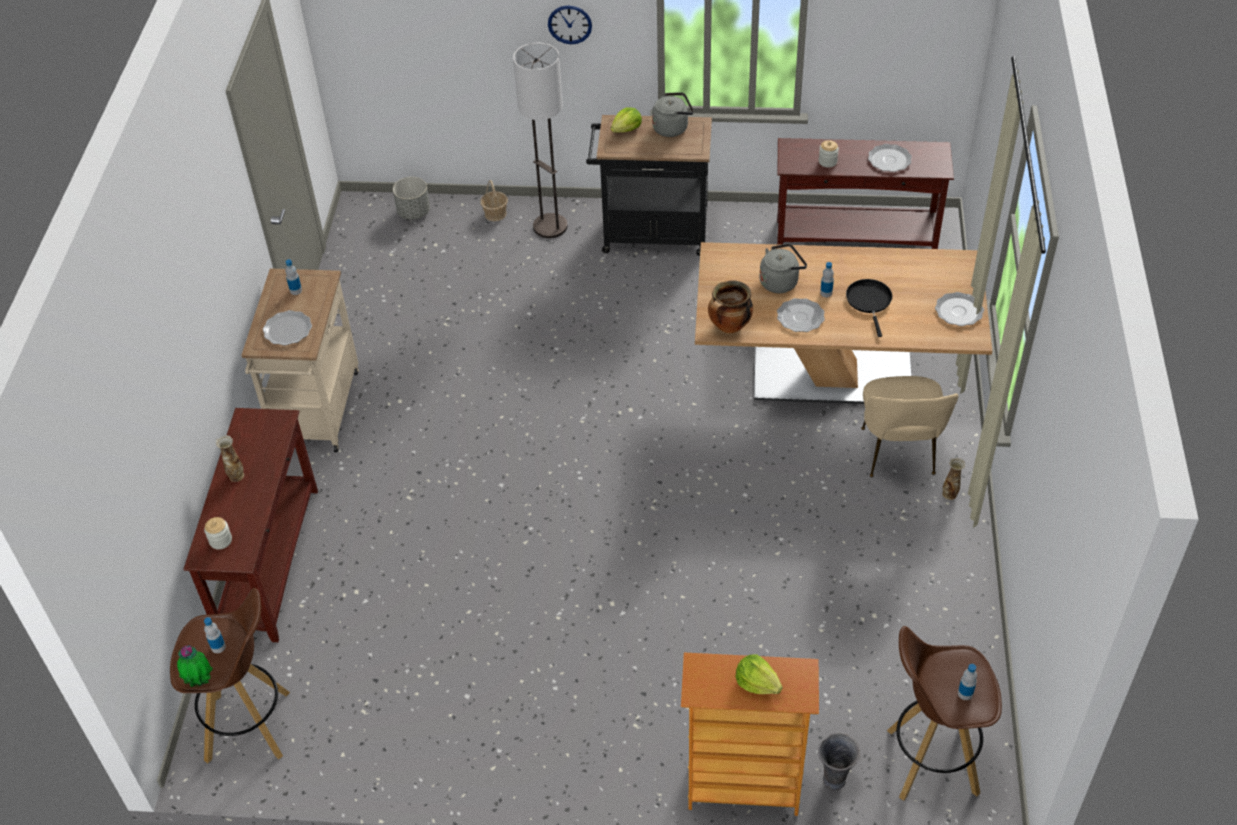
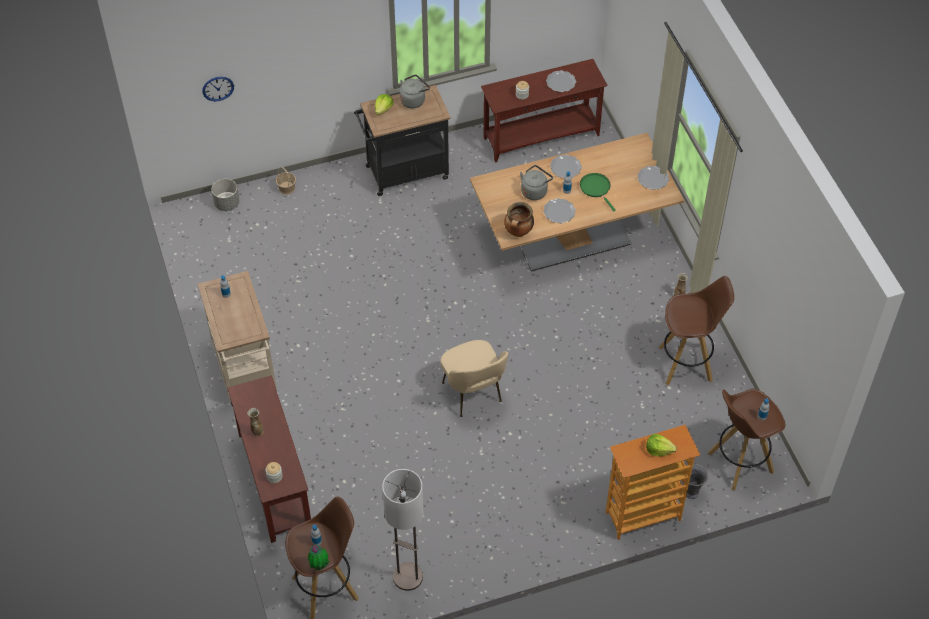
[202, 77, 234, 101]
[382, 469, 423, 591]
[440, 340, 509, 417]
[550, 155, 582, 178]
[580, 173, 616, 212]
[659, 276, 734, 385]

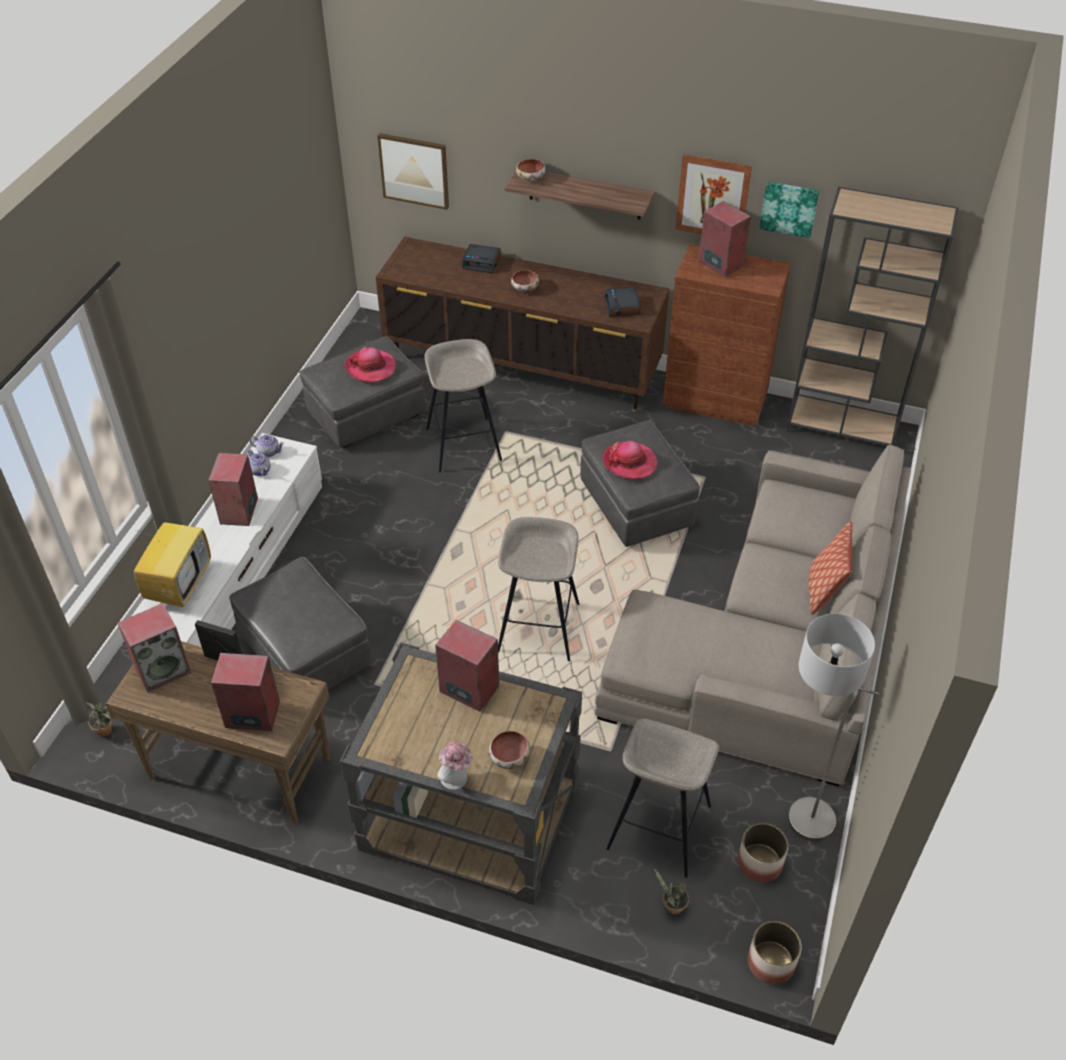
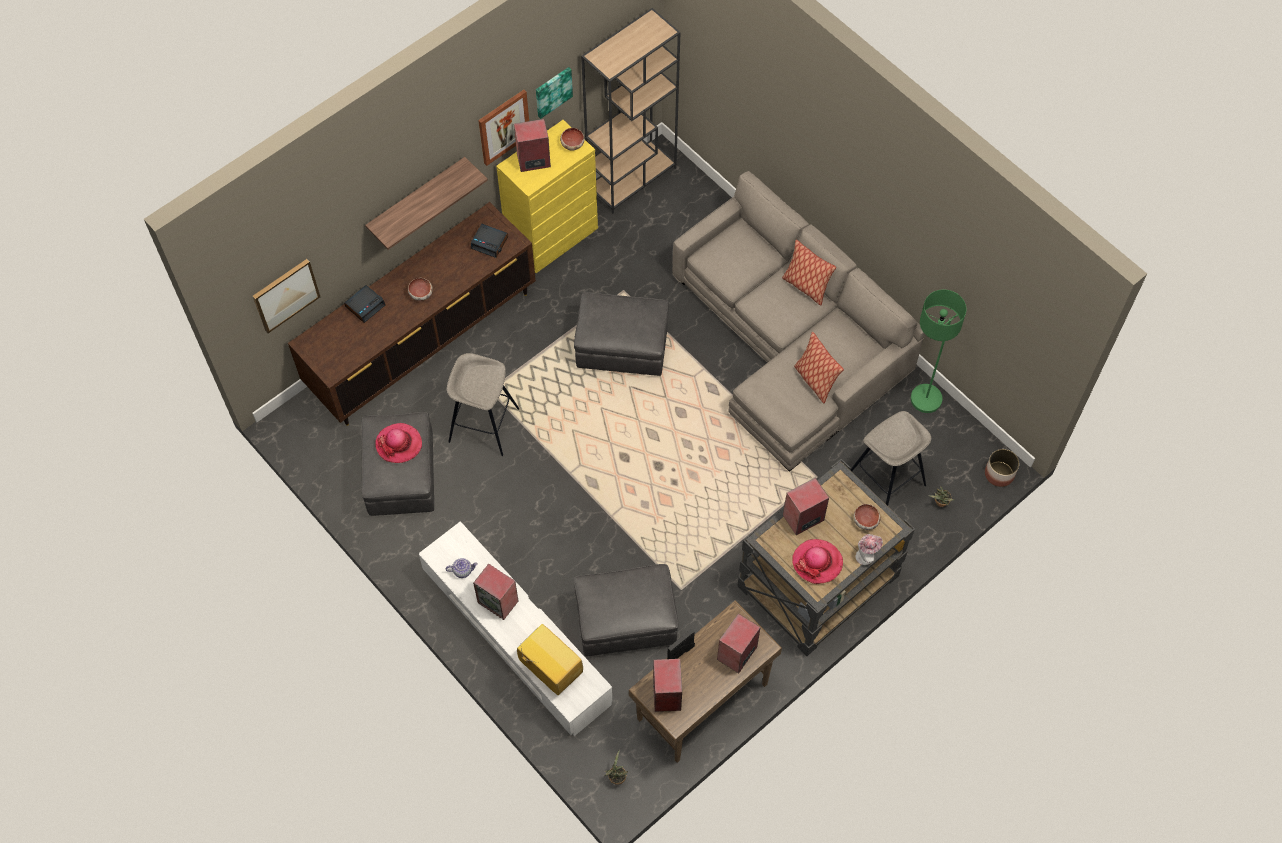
[496, 120, 598, 273]
[560, 128, 585, 151]
[792, 539, 843, 584]
[794, 332, 844, 403]
[911, 290, 966, 413]
[250, 434, 284, 457] (first image)
[498, 517, 579, 661] (first image)
[738, 823, 788, 883] (first image)

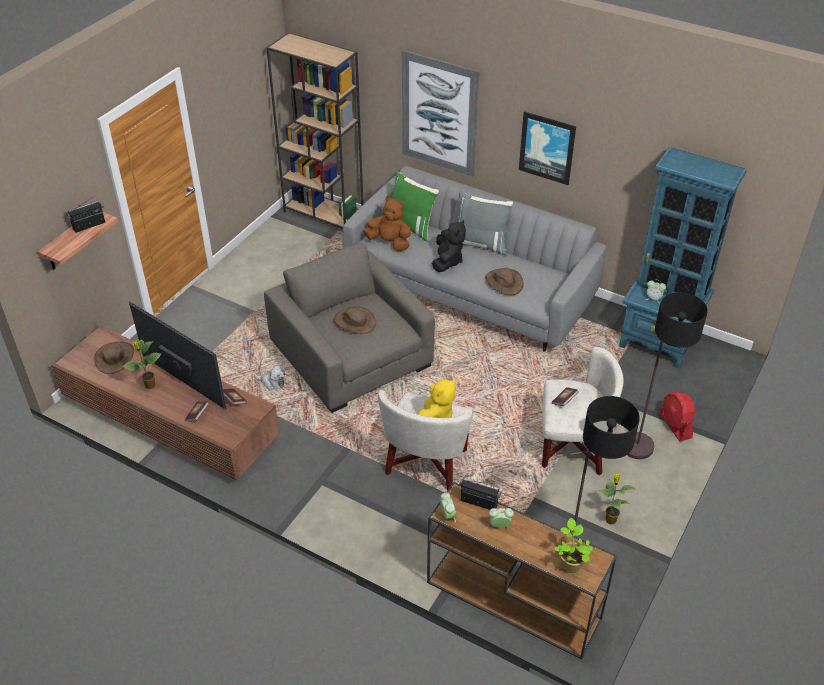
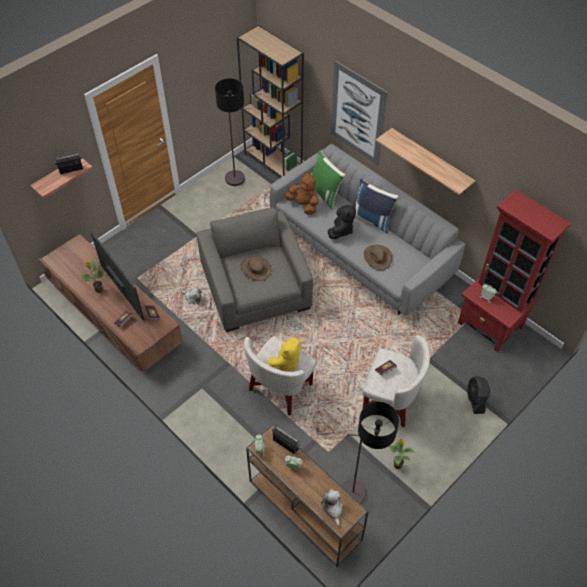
[215, 78, 245, 186]
[321, 489, 343, 527]
[355, 179, 399, 234]
[375, 128, 475, 195]
[458, 189, 571, 352]
[467, 376, 490, 414]
[94, 342, 134, 374] (first image)

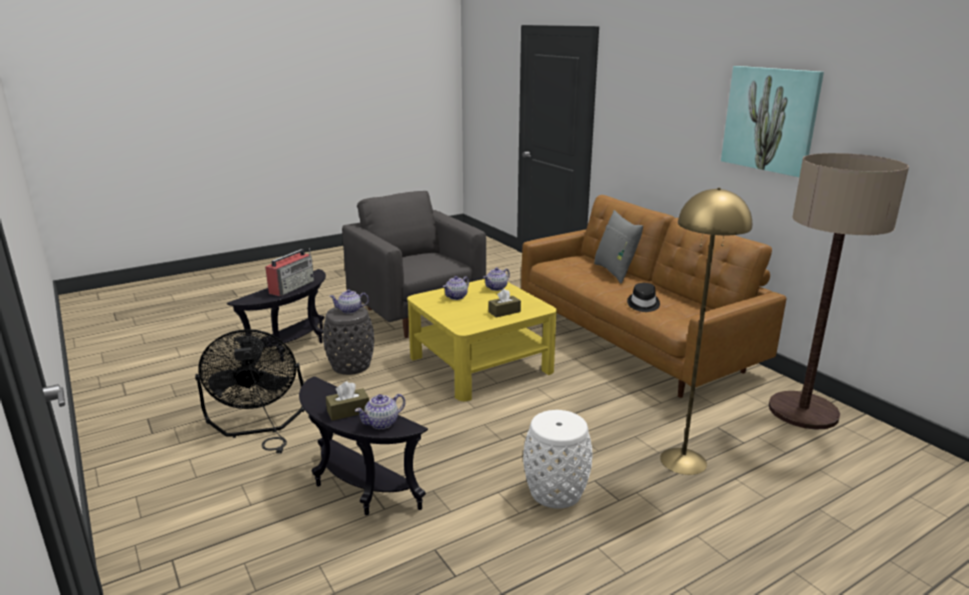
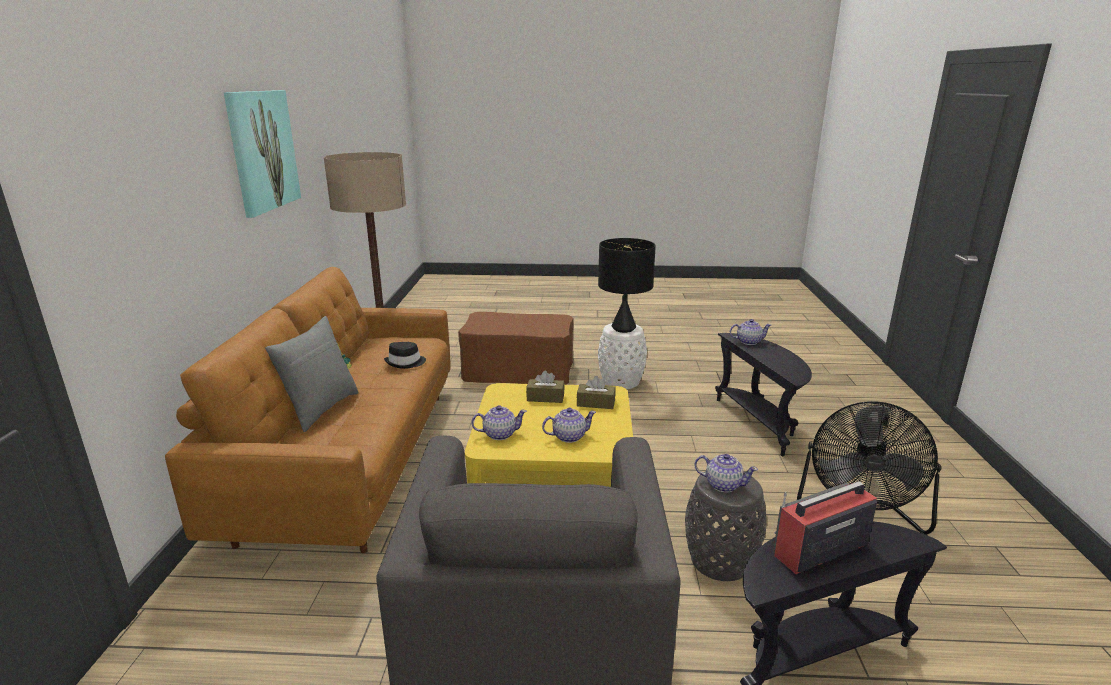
[458, 312, 574, 385]
[577, 376, 616, 409]
[598, 238, 656, 333]

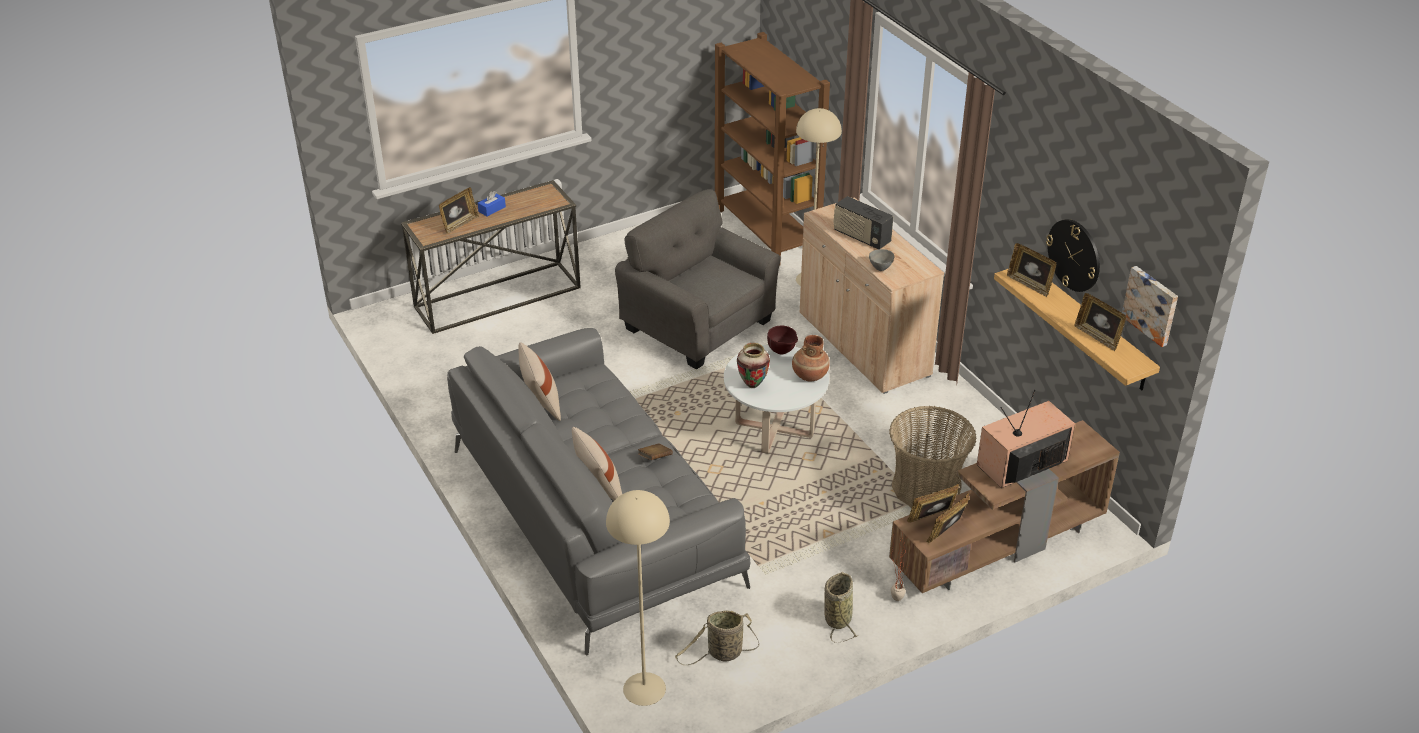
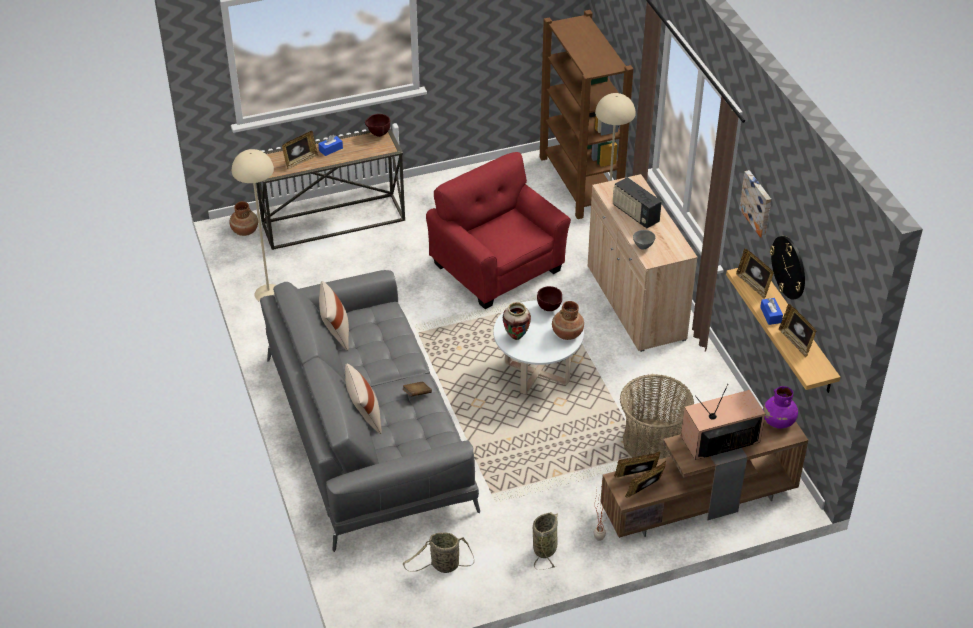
[230, 201, 258, 236]
[232, 149, 276, 302]
[365, 114, 390, 137]
[426, 152, 571, 309]
[739, 170, 771, 238]
[760, 298, 783, 325]
[763, 386, 798, 429]

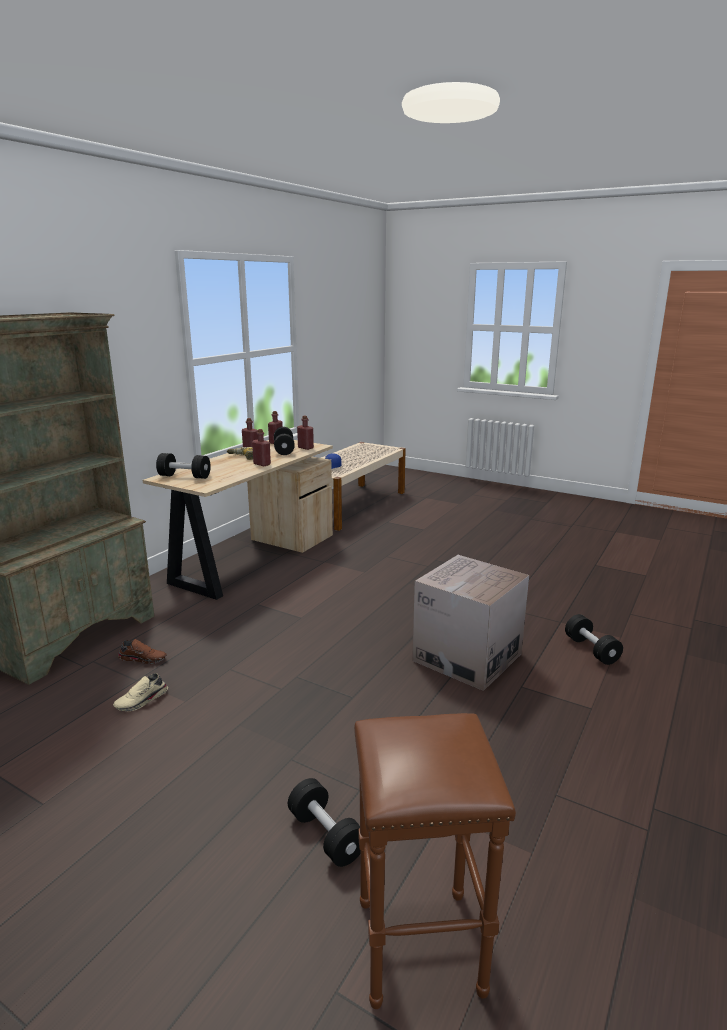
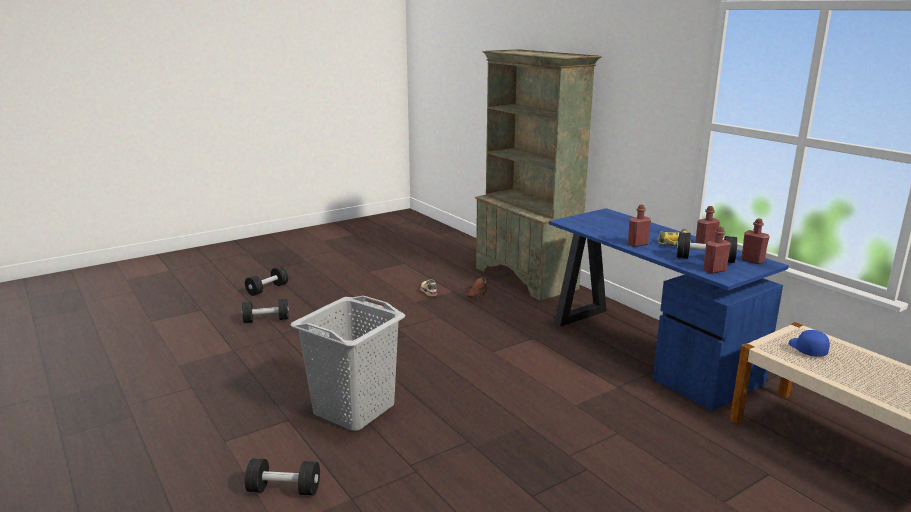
[245, 267, 288, 296]
[290, 296, 405, 431]
[549, 208, 789, 411]
[354, 713, 516, 1009] (first image)

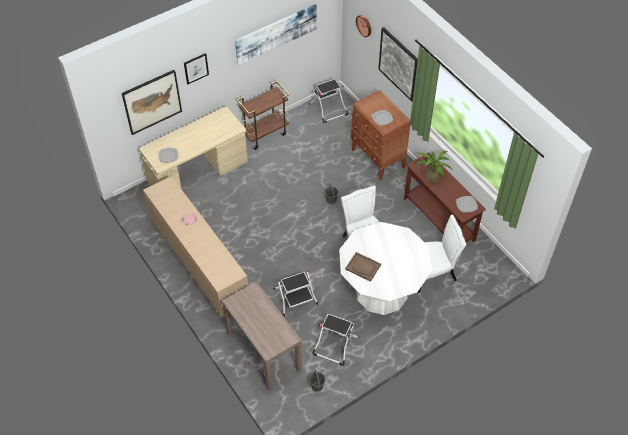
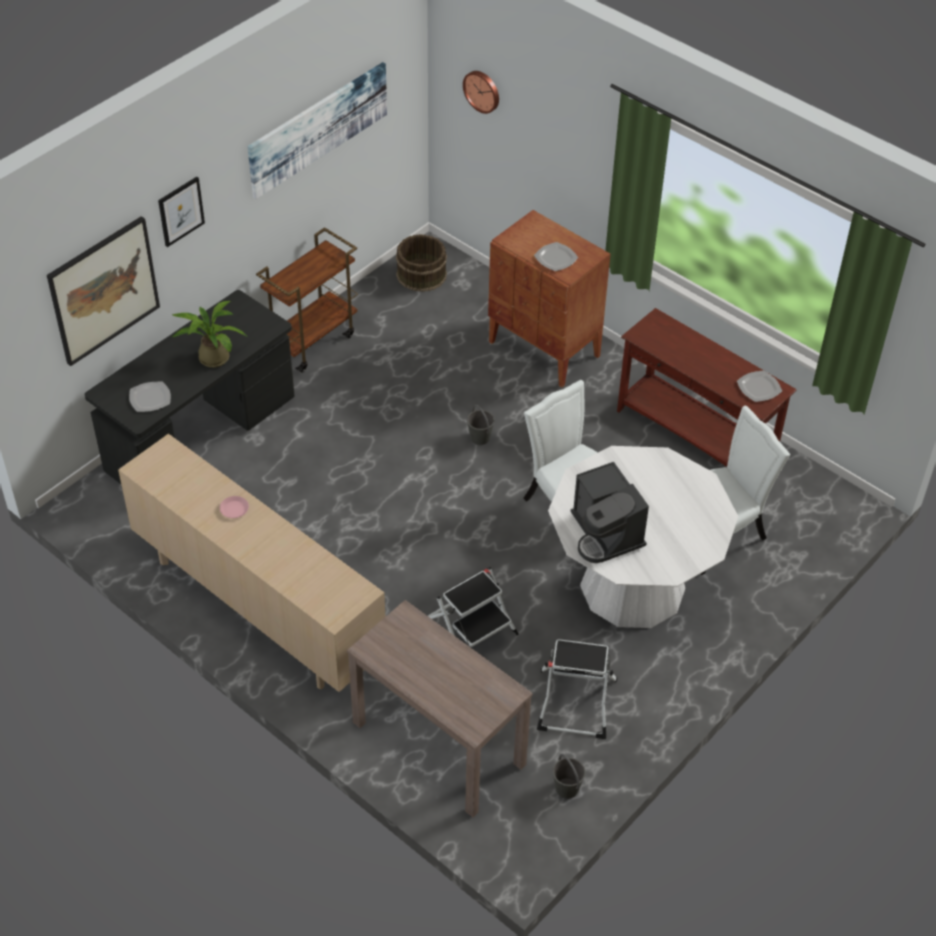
[85, 290, 295, 484]
[171, 301, 248, 368]
[396, 234, 447, 292]
[571, 462, 649, 563]
[378, 27, 418, 102] (first image)

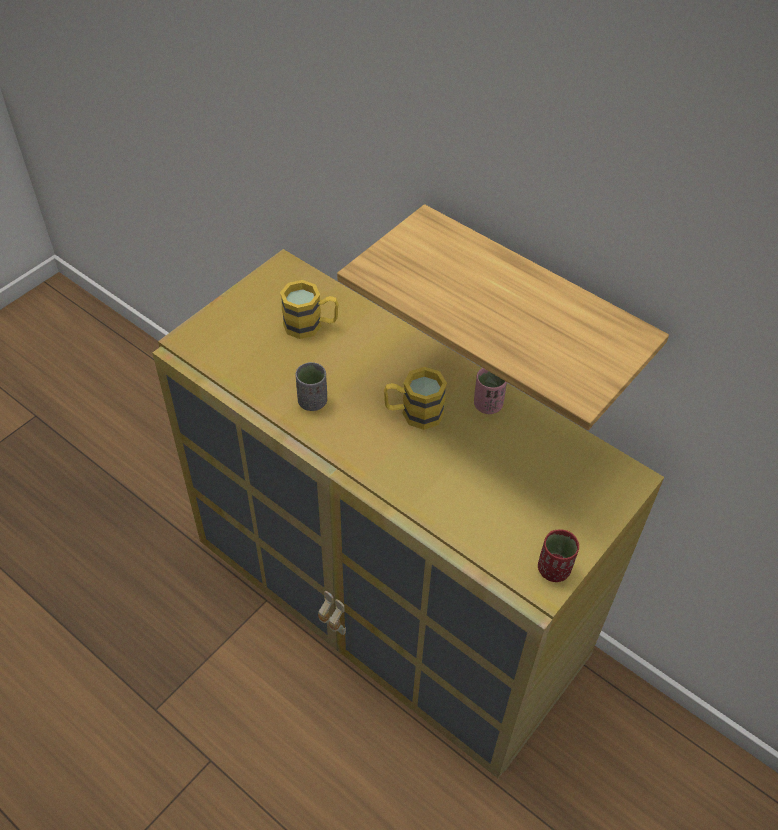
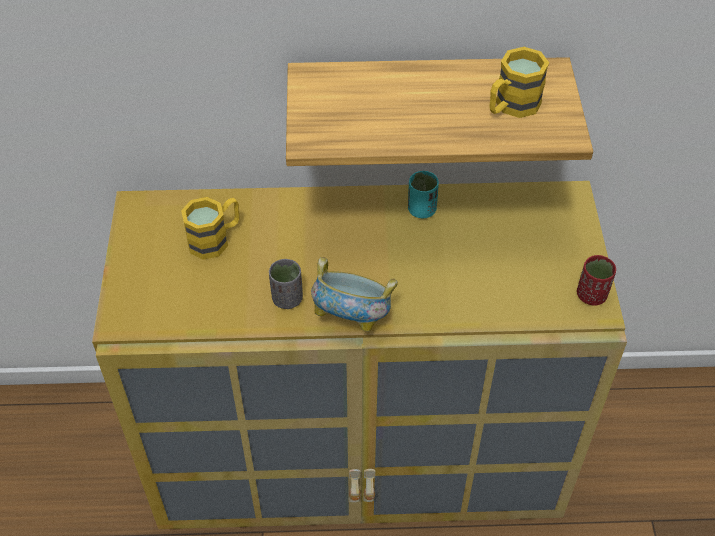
[311, 257, 398, 331]
[408, 171, 439, 218]
[489, 47, 549, 118]

